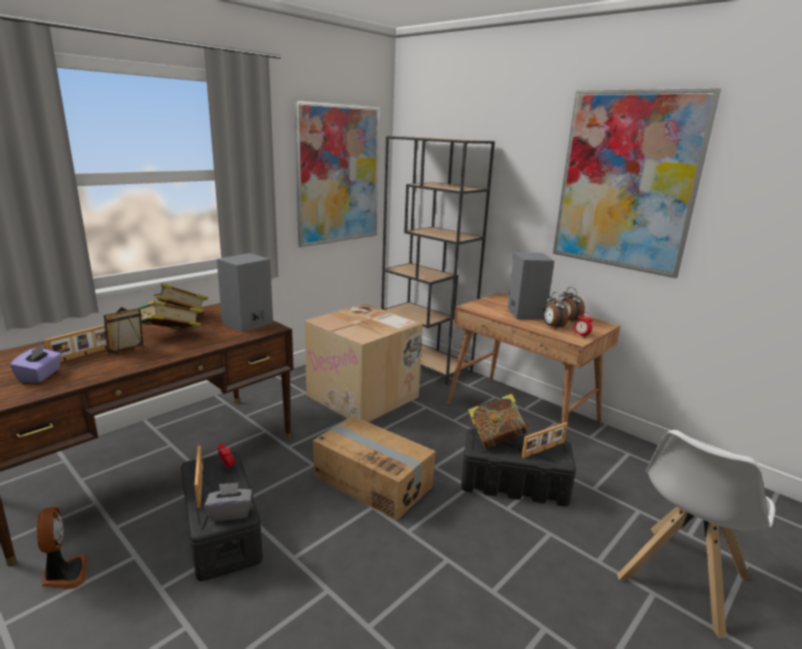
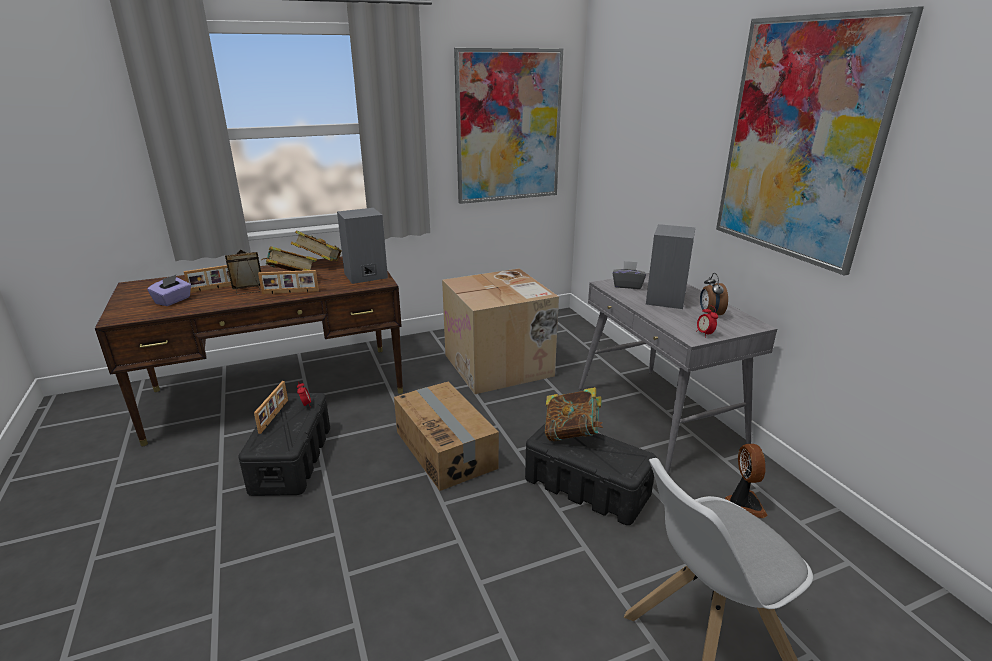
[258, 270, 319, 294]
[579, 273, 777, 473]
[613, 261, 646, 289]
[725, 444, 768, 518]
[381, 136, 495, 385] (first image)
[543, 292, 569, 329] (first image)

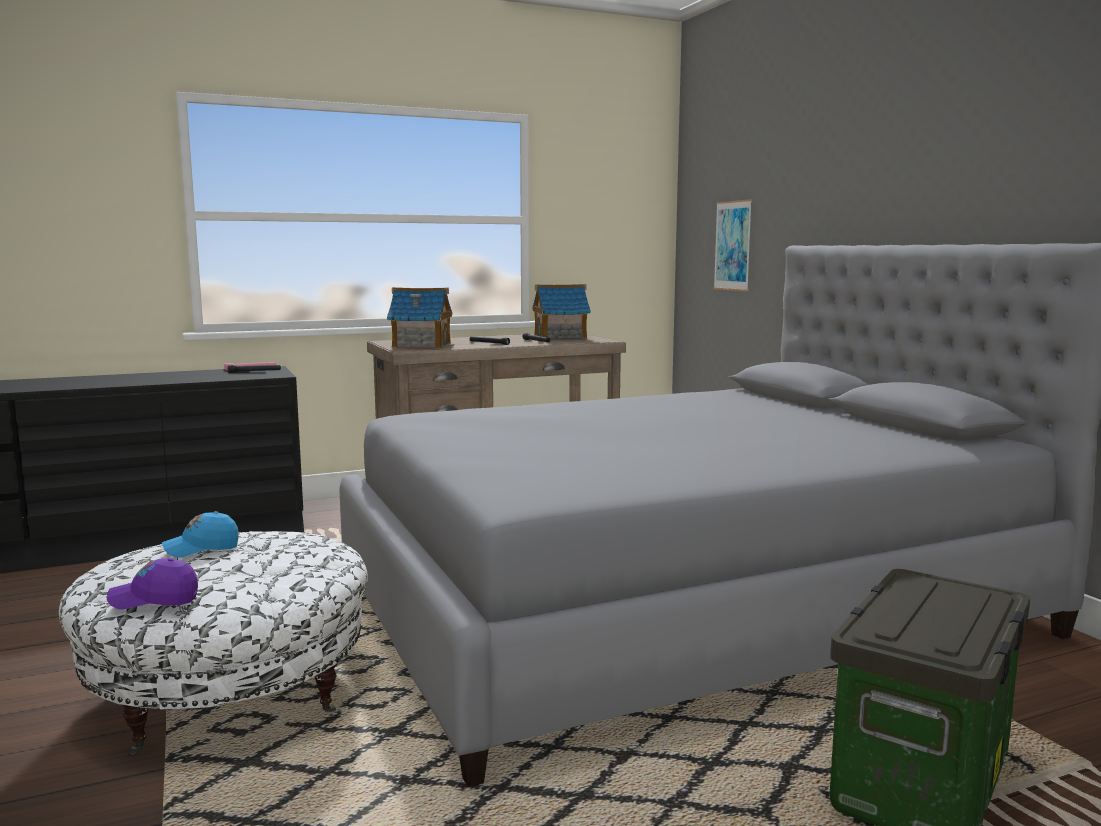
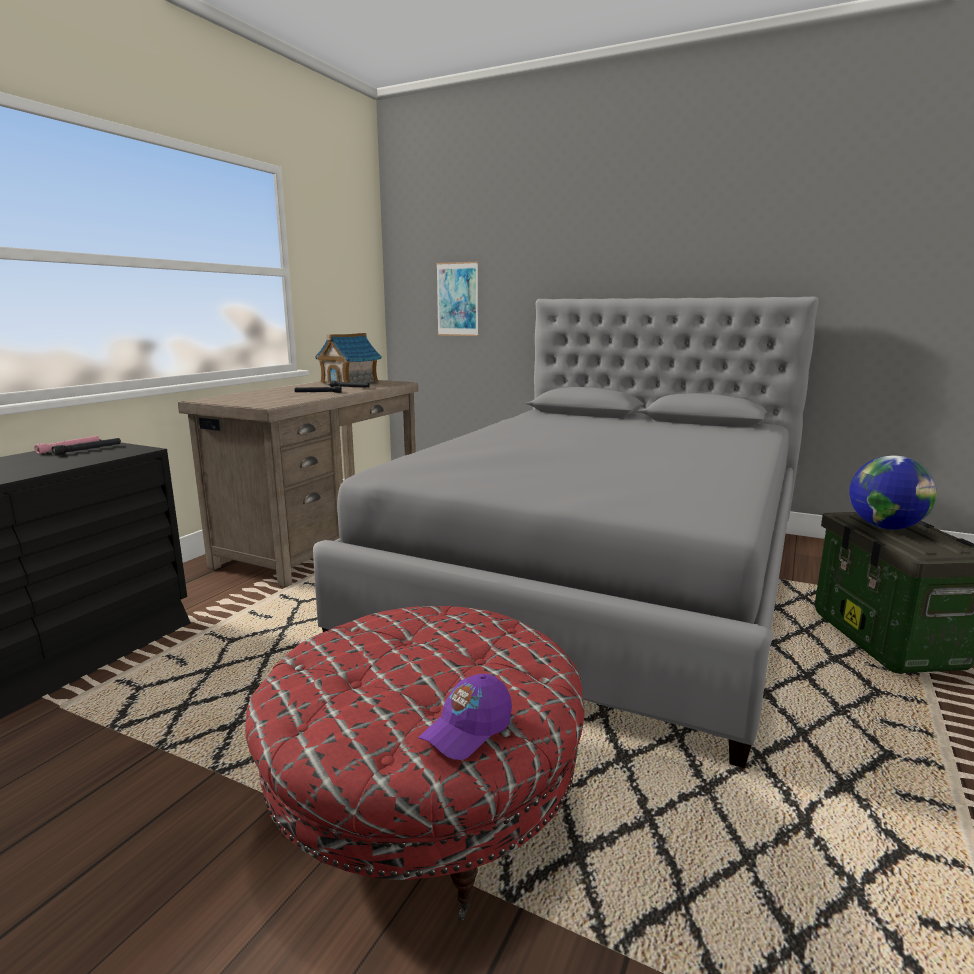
[245, 606, 585, 921]
[849, 455, 937, 530]
[162, 511, 239, 558] (first image)
[387, 287, 454, 349] (first image)

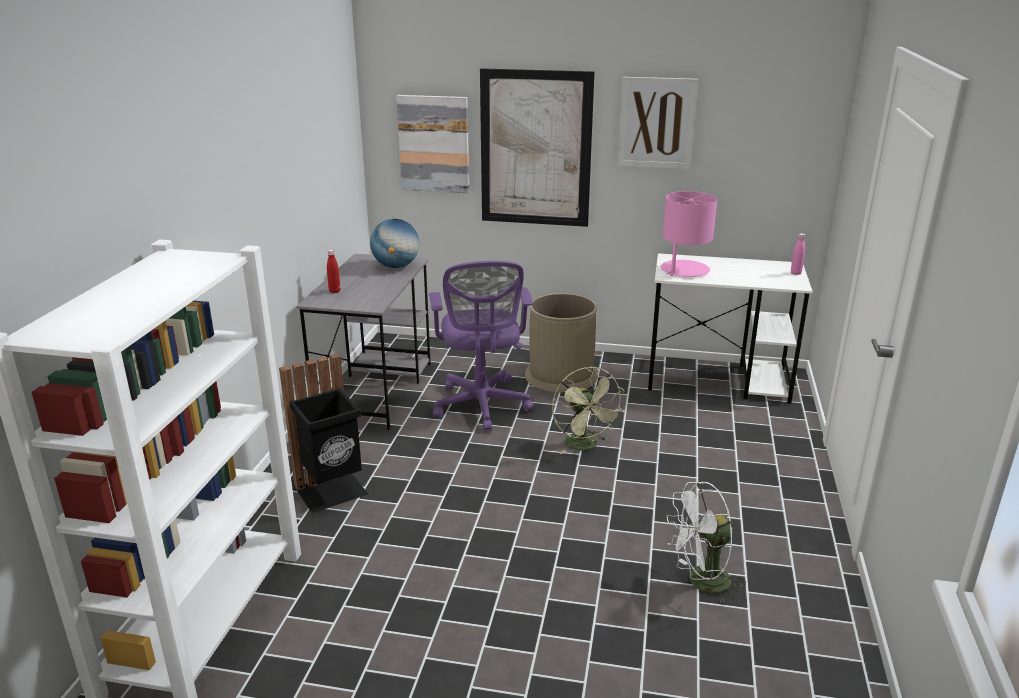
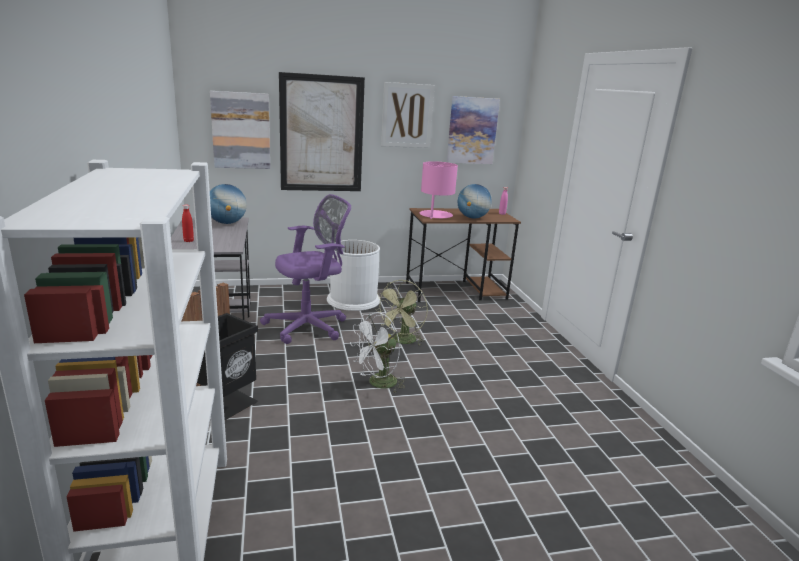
[260, 194, 351, 344]
[327, 240, 380, 311]
[350, 312, 406, 393]
[375, 280, 428, 346]
[406, 208, 521, 302]
[447, 96, 500, 164]
[458, 184, 492, 218]

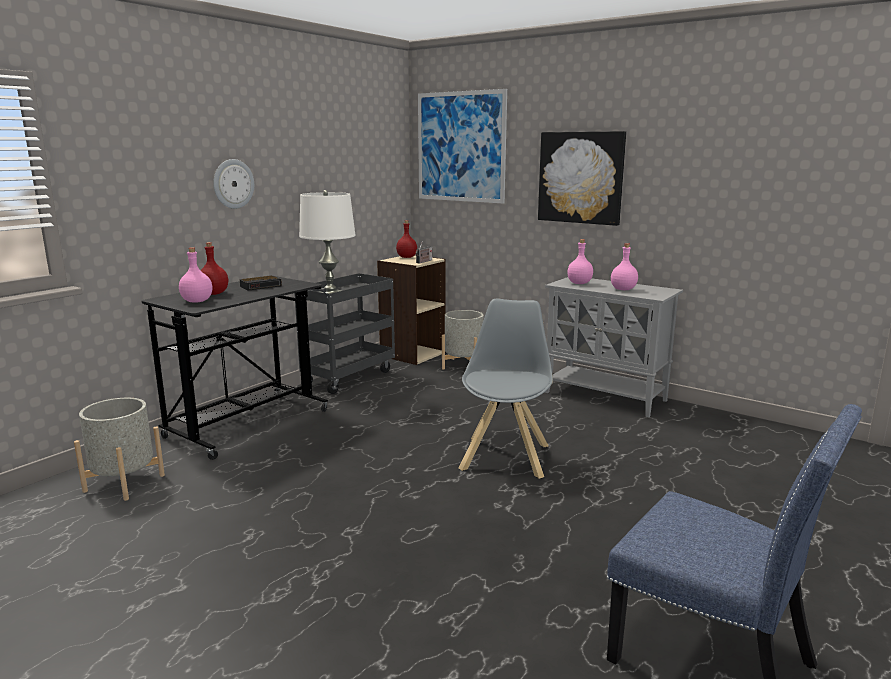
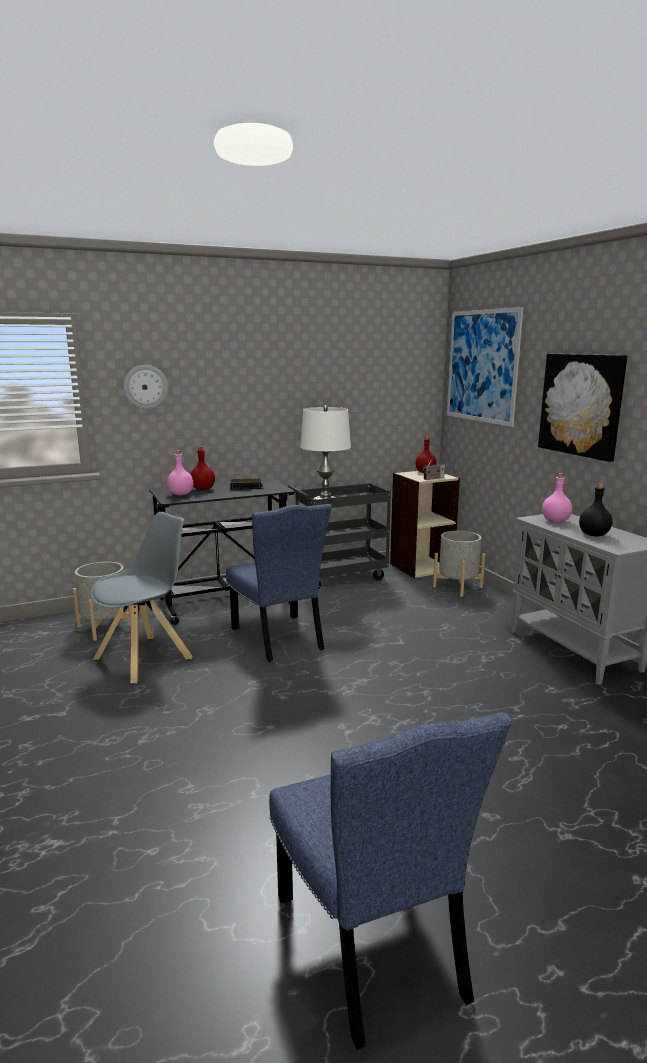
[91, 512, 193, 684]
[123, 365, 169, 410]
[226, 504, 332, 662]
[579, 483, 612, 537]

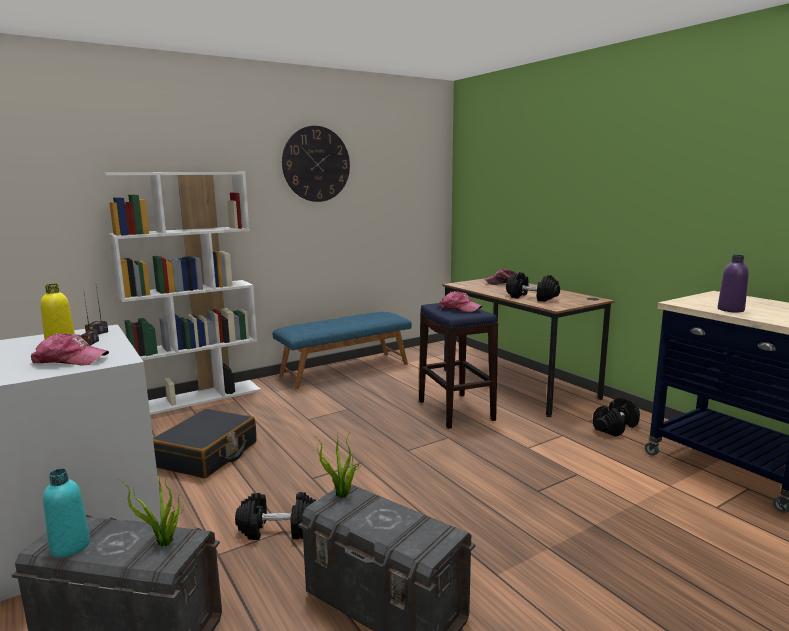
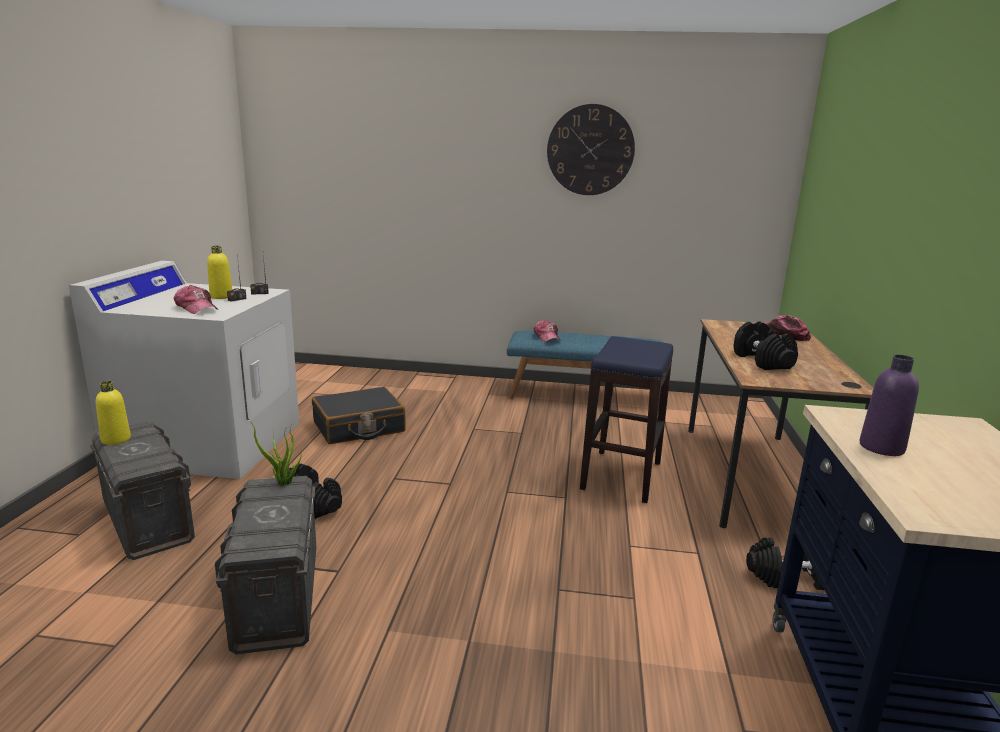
[96, 381, 131, 445]
[533, 320, 561, 342]
[101, 172, 261, 415] (first image)
[117, 472, 184, 547] (first image)

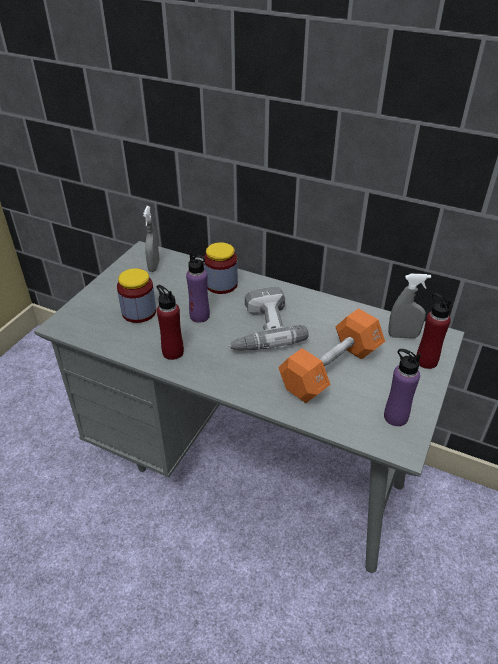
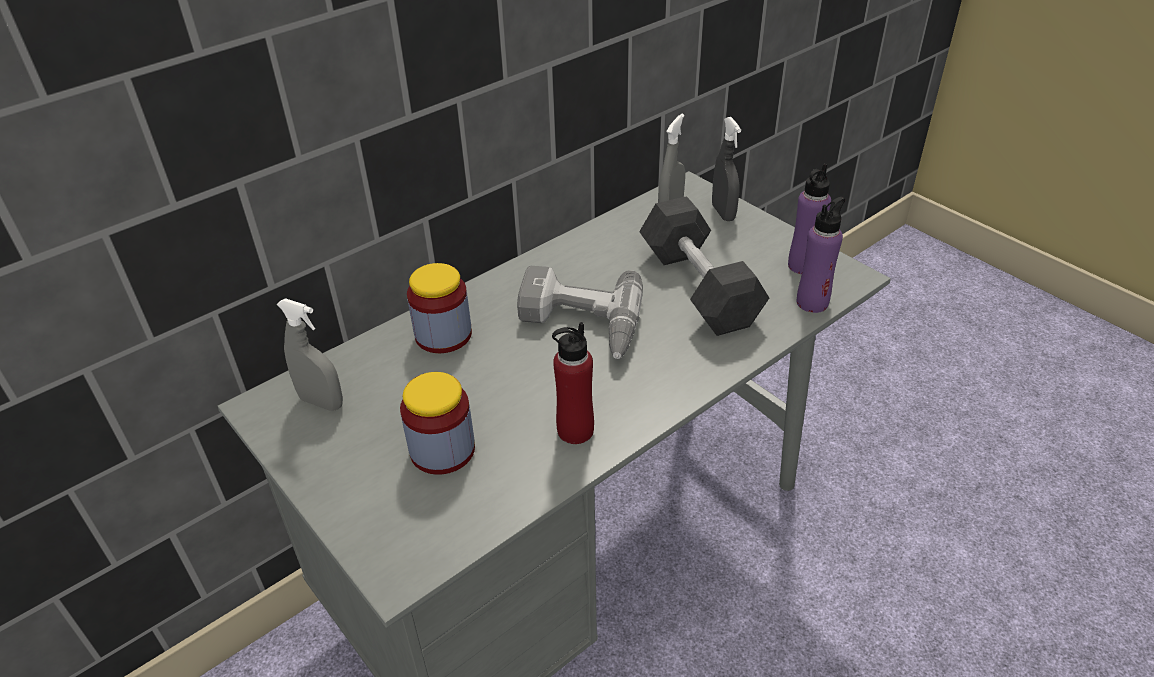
[639, 196, 769, 336]
[712, 117, 741, 221]
[797, 197, 845, 313]

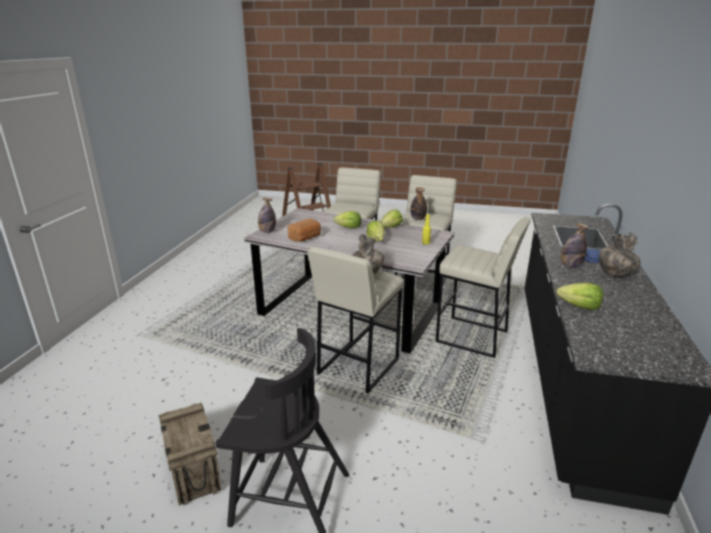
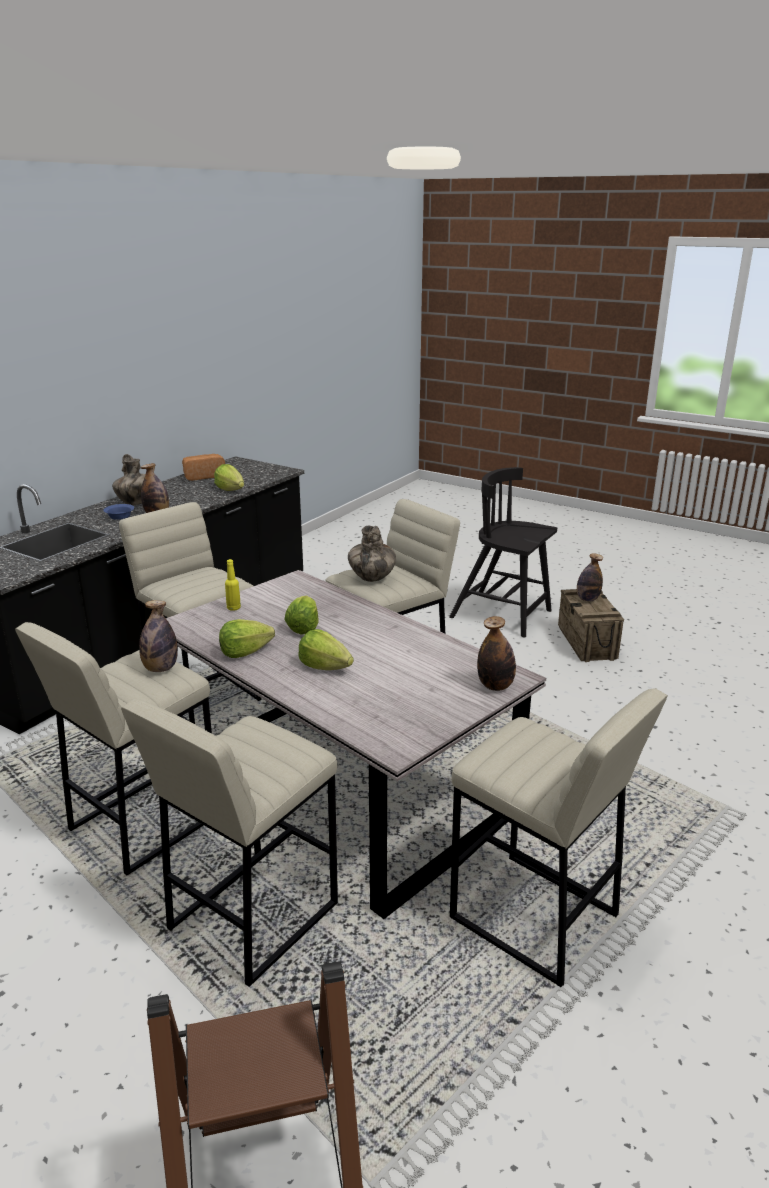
[182, 454, 225, 481]
[450, 689, 668, 987]
[577, 553, 603, 601]

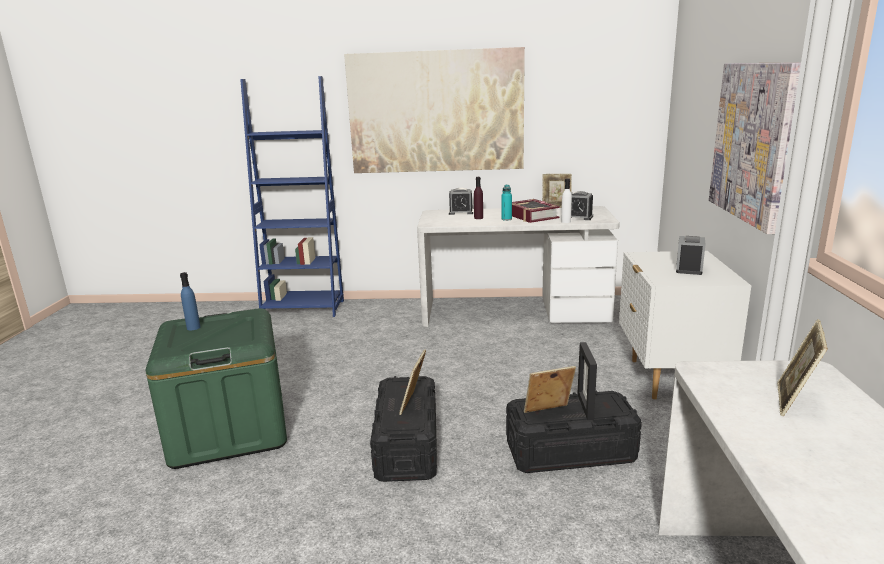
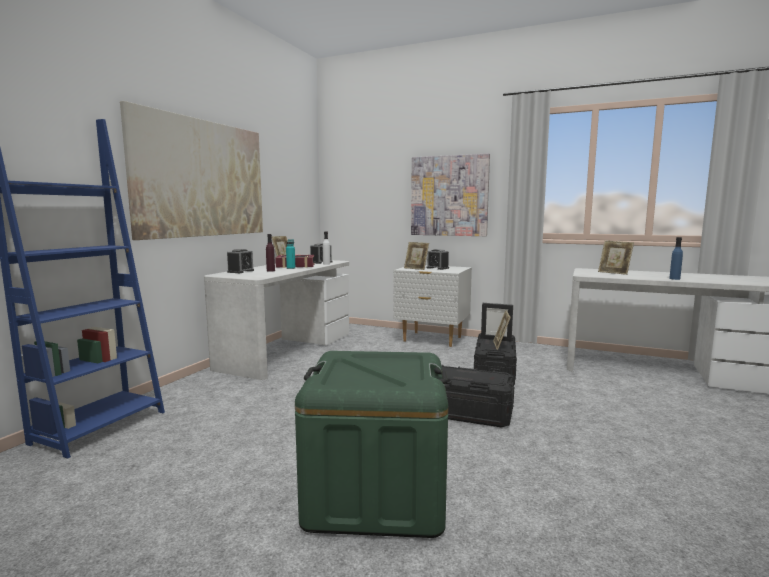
[404, 242, 429, 270]
[669, 237, 683, 280]

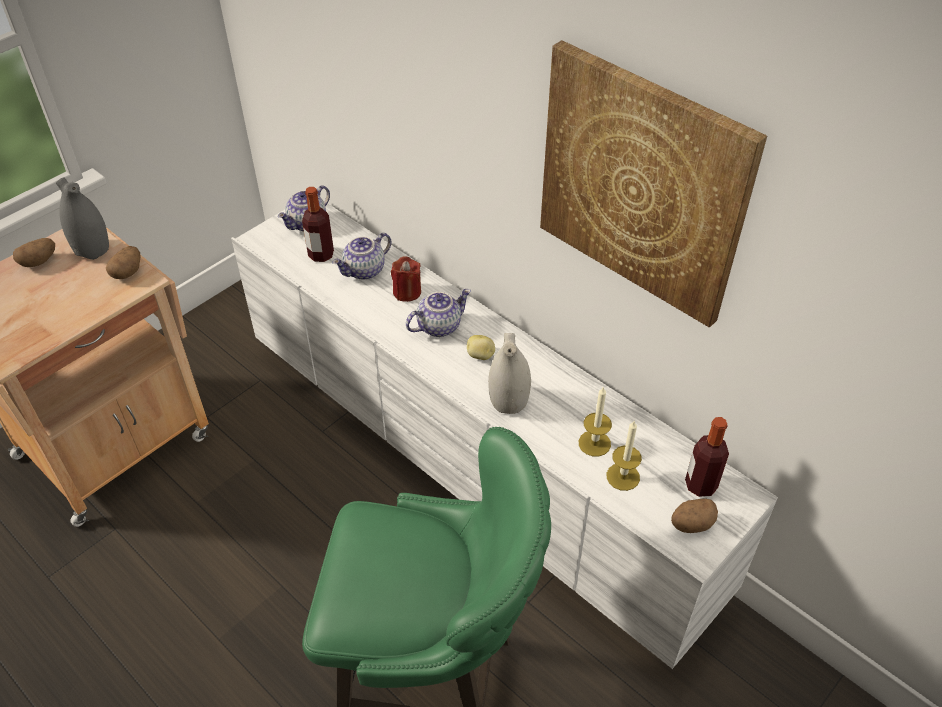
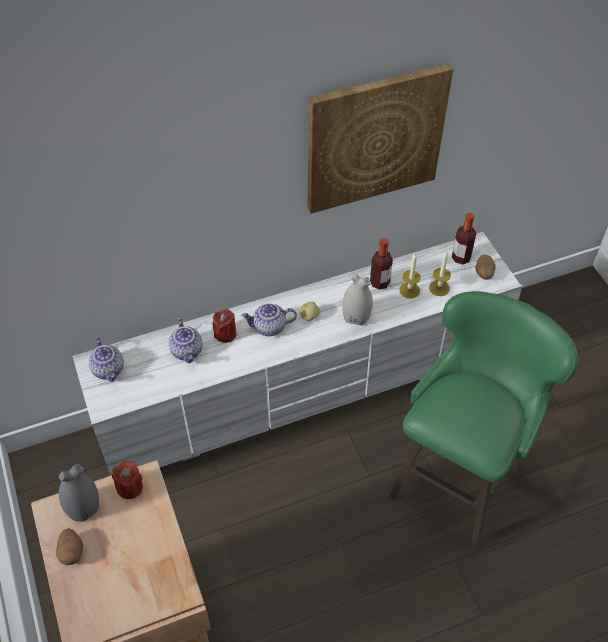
[111, 461, 143, 499]
[241, 303, 297, 336]
[370, 238, 393, 290]

